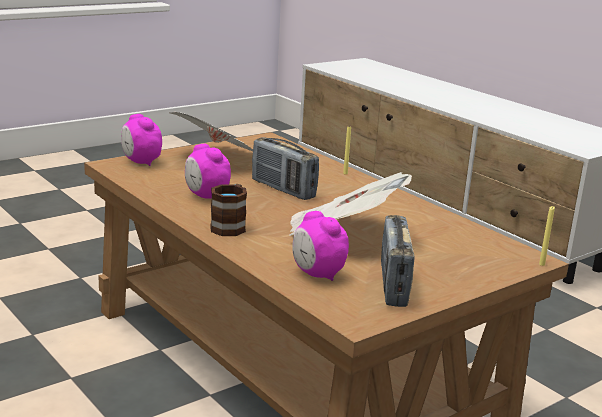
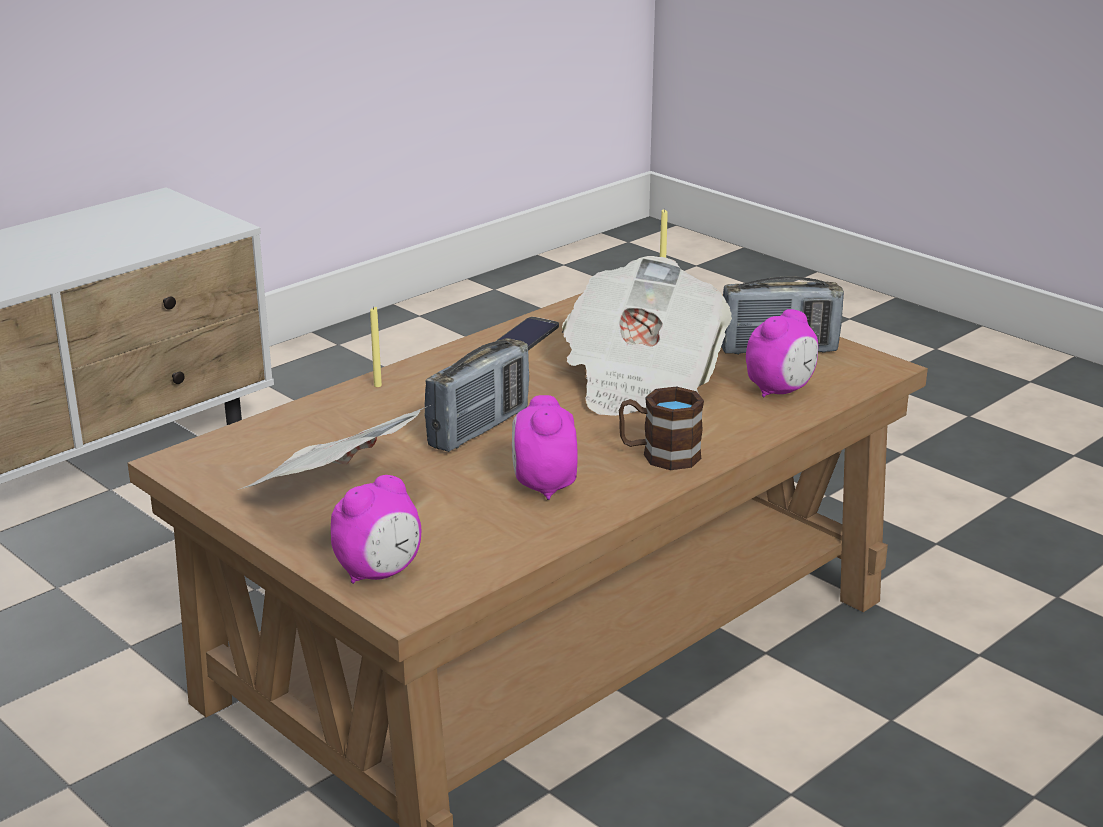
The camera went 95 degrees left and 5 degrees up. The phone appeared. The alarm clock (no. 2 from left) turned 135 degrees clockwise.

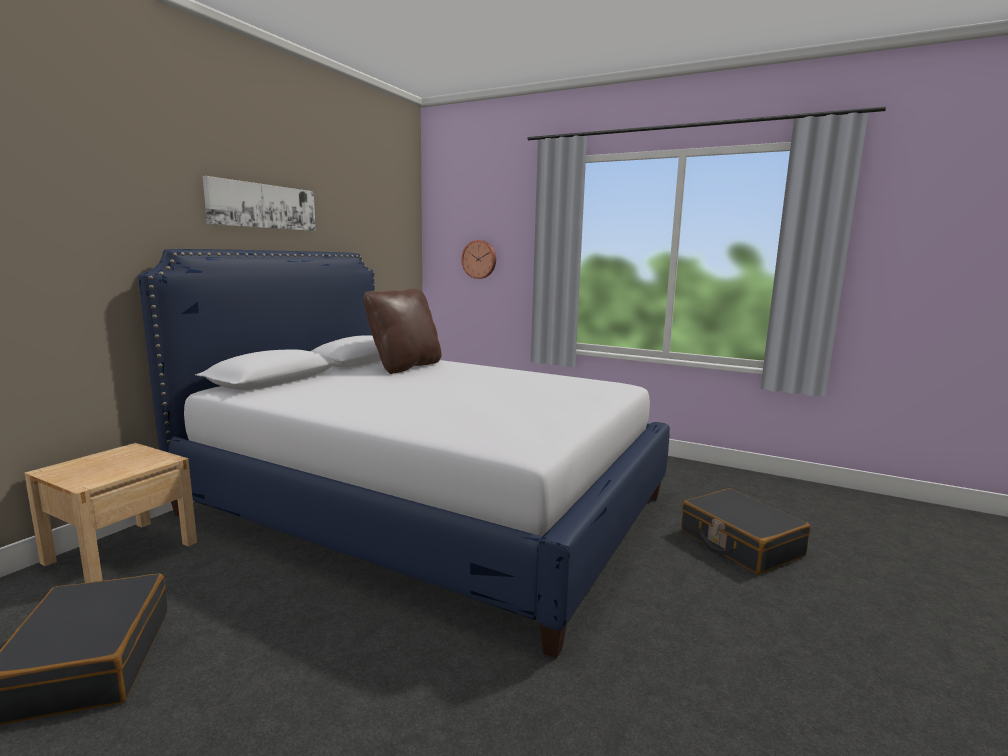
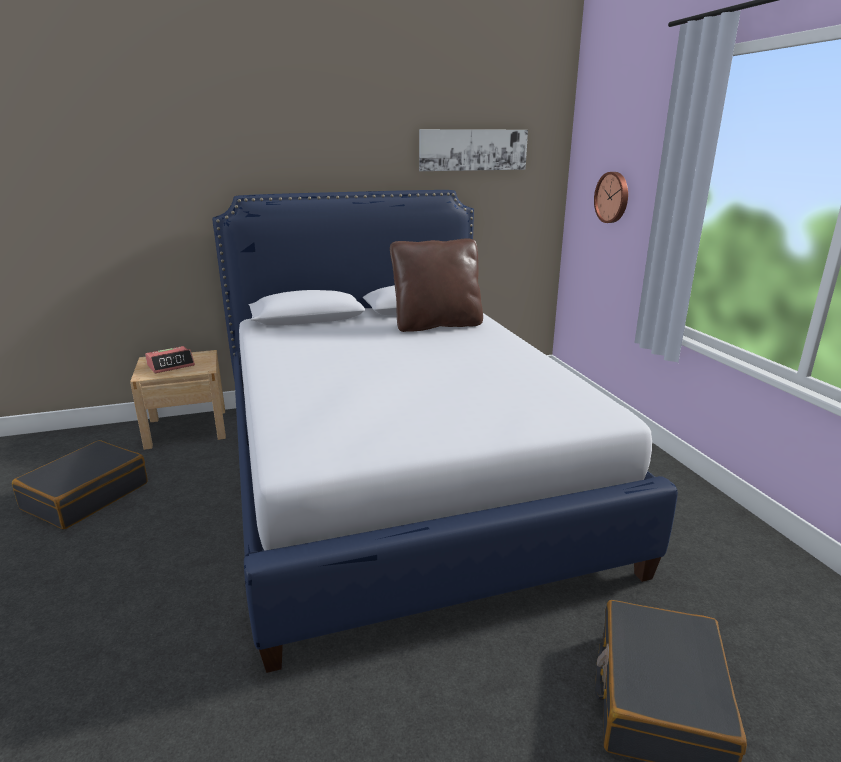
The camera went 45 degrees right and 10 degrees up. The alarm clock appeared. The picture moved.

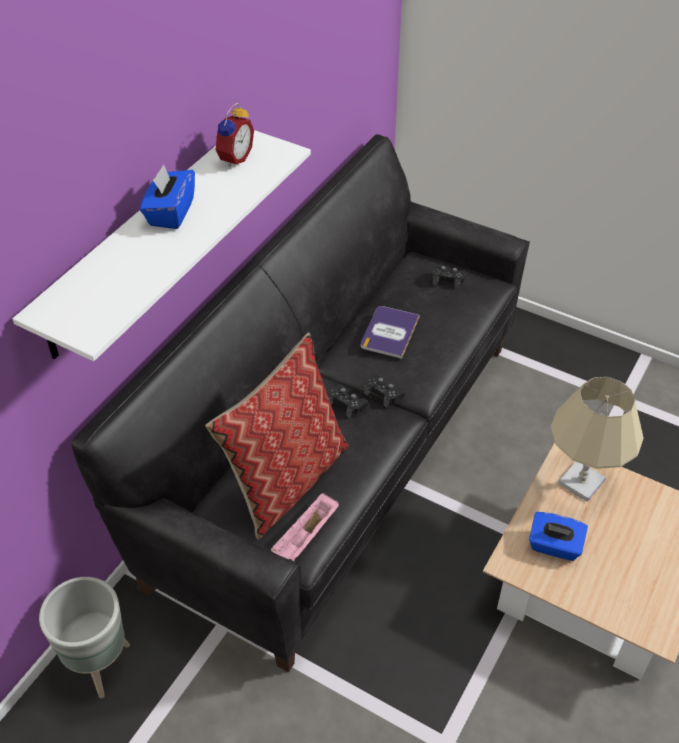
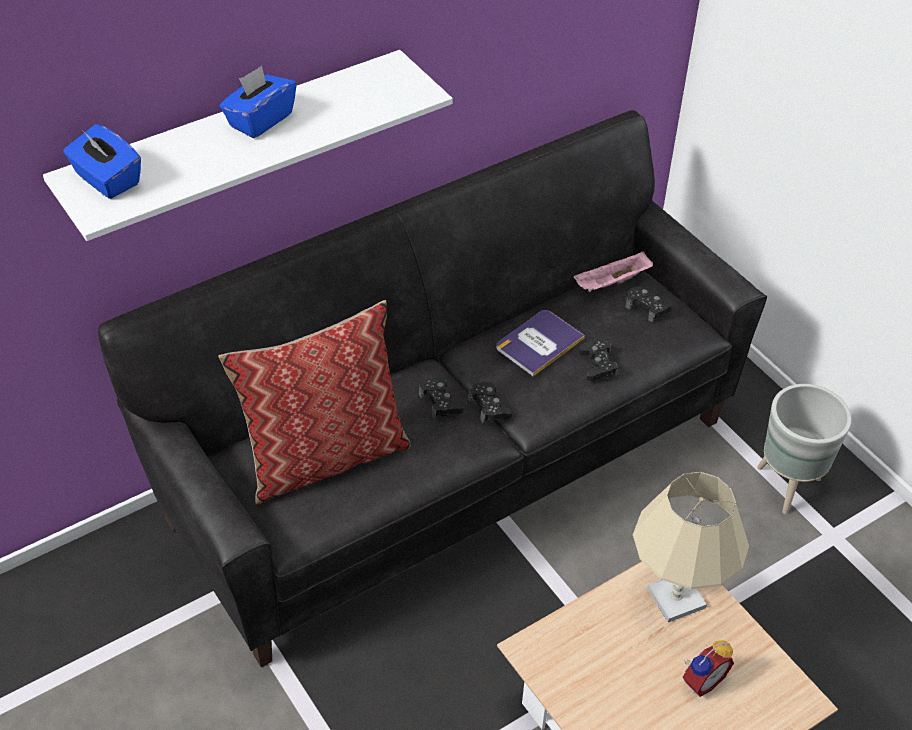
The camera went 25 degrees right and 0 degrees up. The game controller (black) (no. 3 from left) appeared. The planter (grey) moved. The alarm clock moved. The tray (pink) moved. The tissue box (blue) (no. 2 from left in the first image) moved.

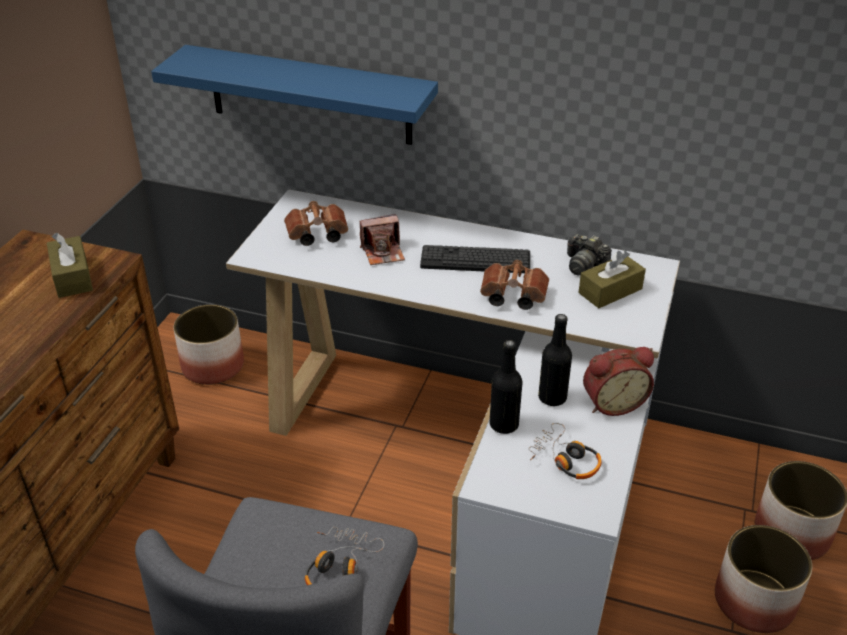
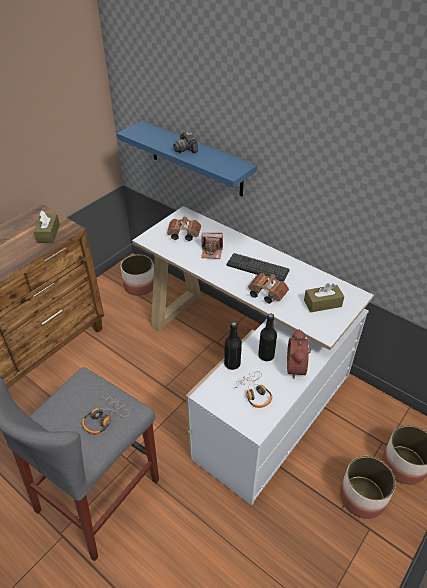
The camera went 20 degrees right and 5 degrees up. The photo camera (no. 2 from left in the first image) moved. The alarm clock turned 90 degrees clockwise.

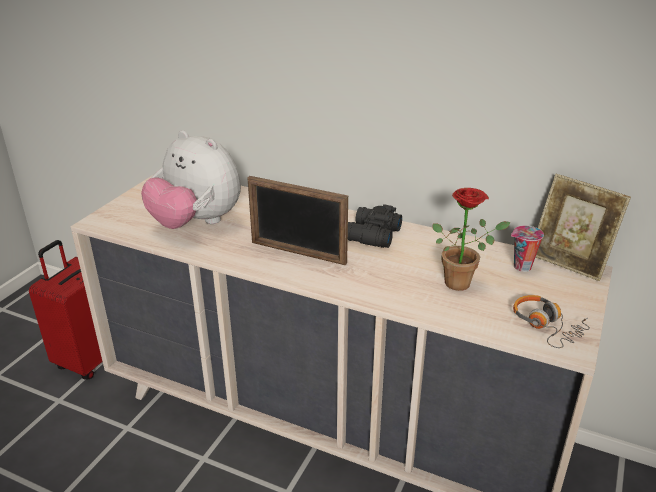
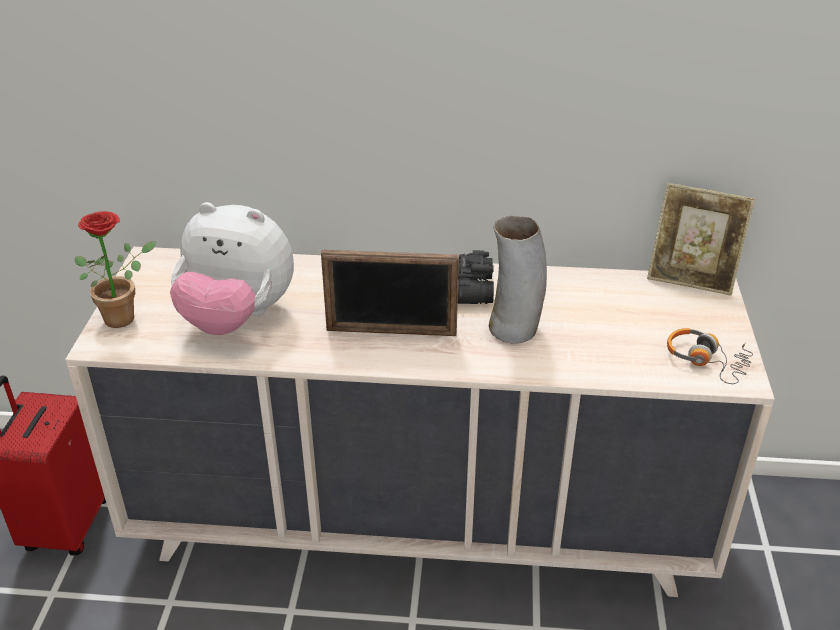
The camera went 20 degrees left and 5 degrees up. The cup disappeared. The vase appeared. The potted plant moved.

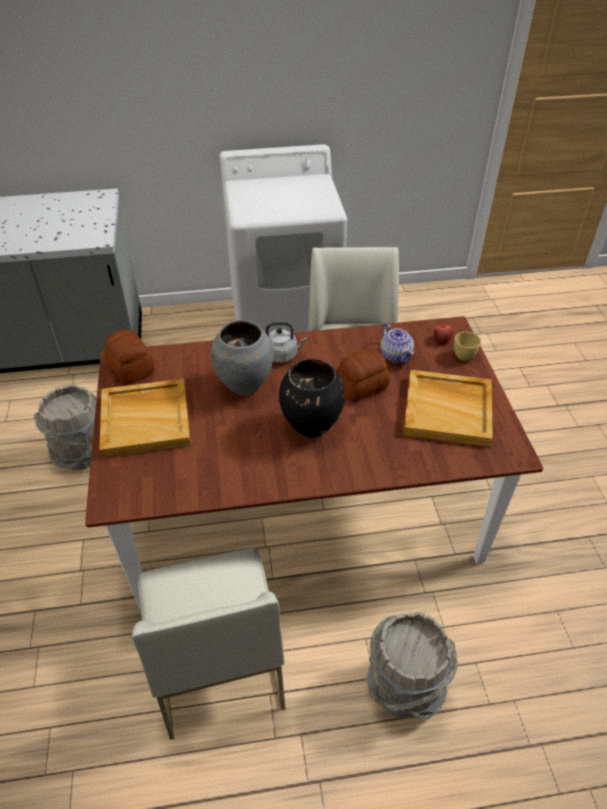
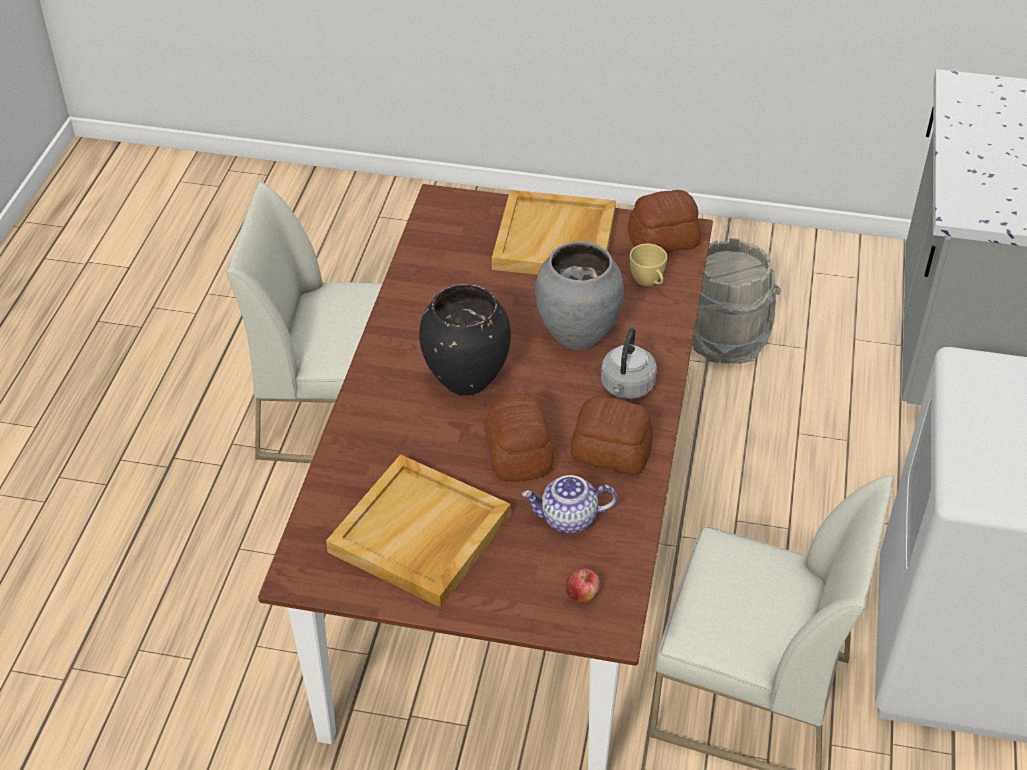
The camera went 110 degrees right and 0 degrees up. The bucket (grey) (no. 2 from left) disappeared. The bread (no. 2 from left) appeared. The cup (yellow) moved.

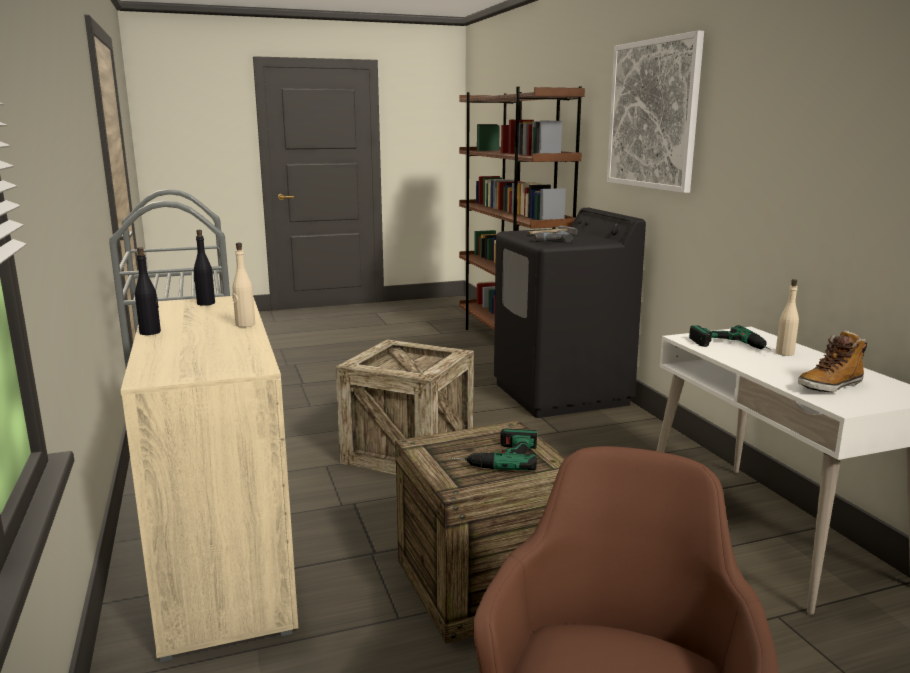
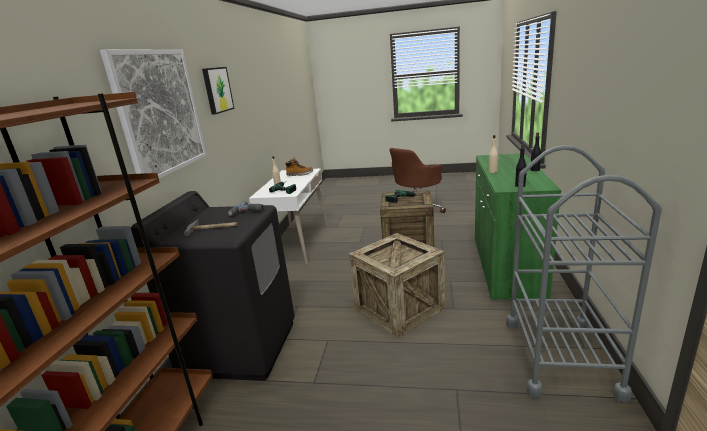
The camera went 150 degrees left and 5 degrees up. The picture (no. 2 from left) appeared. The cabinet (beige) became the cabinet (green).

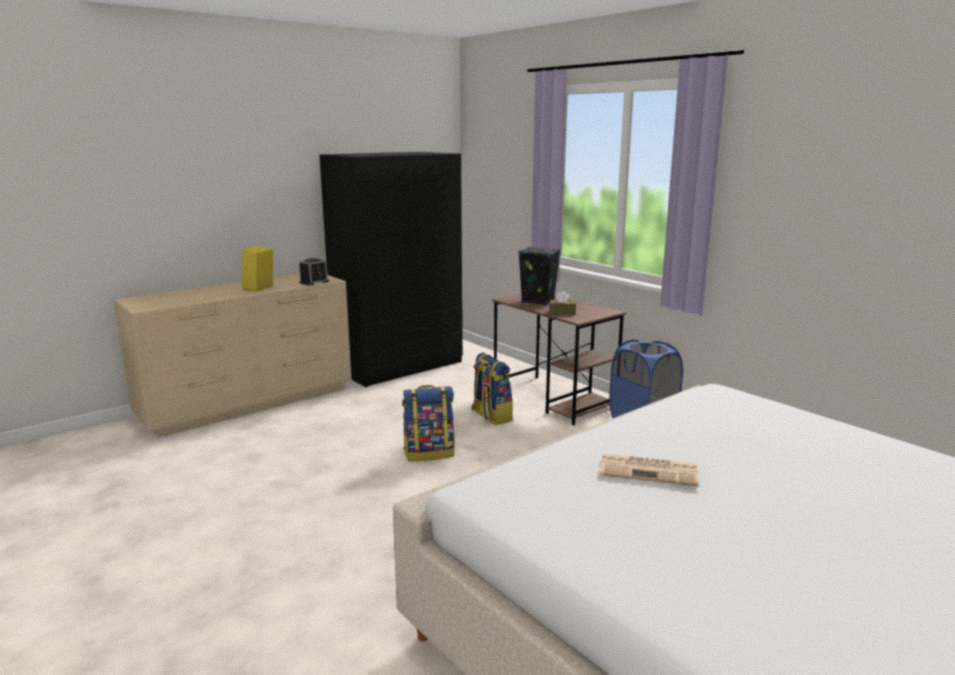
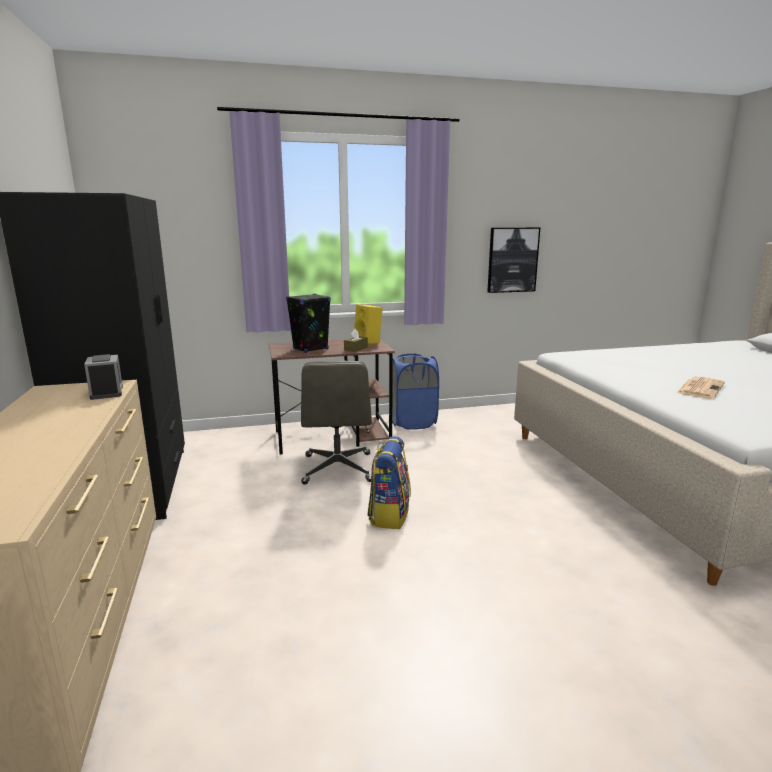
The camera went 65 degrees left and 0 degrees up. The picture appeared. The speaker (yellow) moved. The backpack (no. 2 from left) was replaced by the office chair (grey).

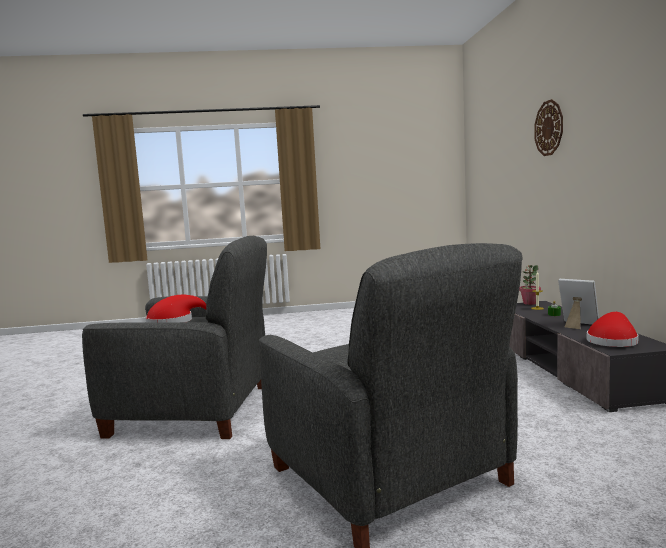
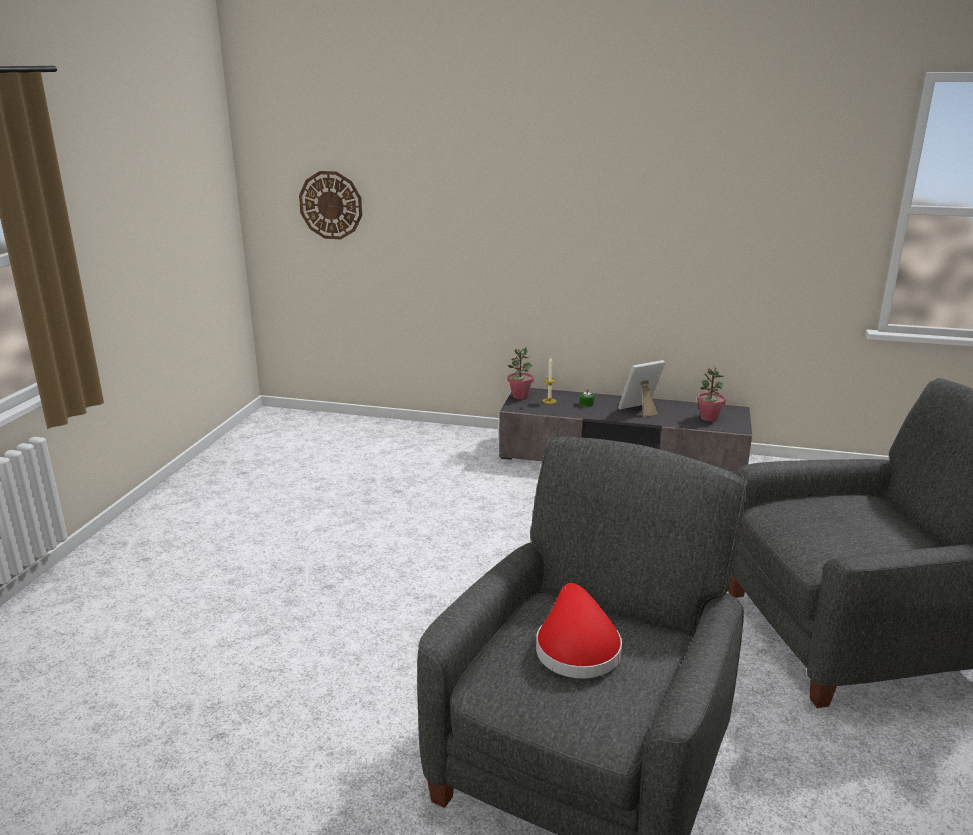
The camera went 70 degrees left and 15 degrees up. The wall clock moved. The hat (red) (no. 2 from left) was replaced by the potted plant (no. 2 from left).

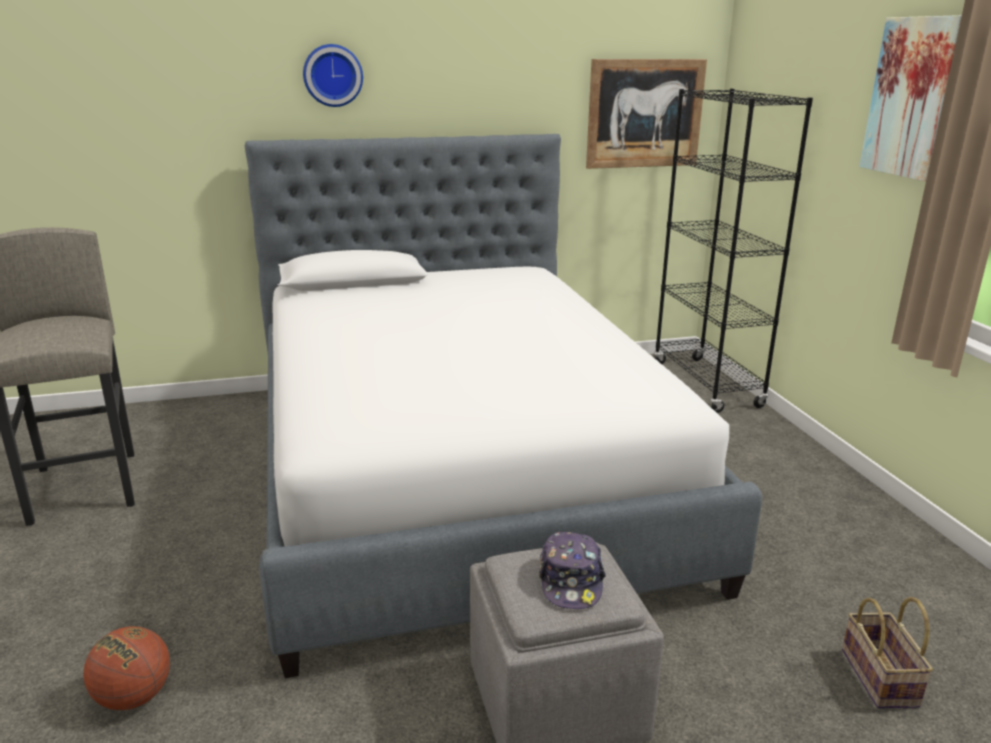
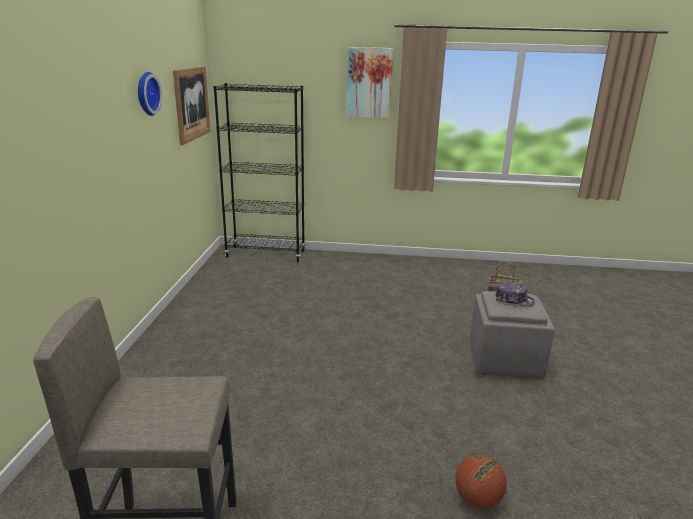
The camera went 70 degrees left and 0 degrees up. The bed disappeared. The wall clock moved.

